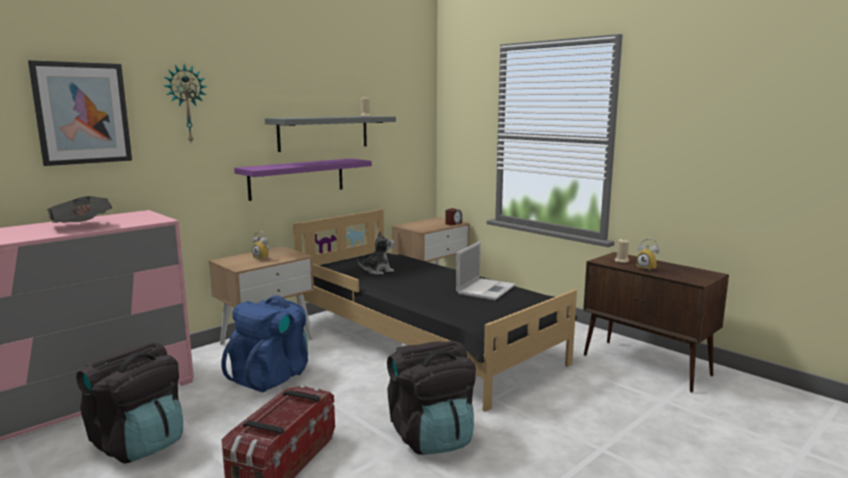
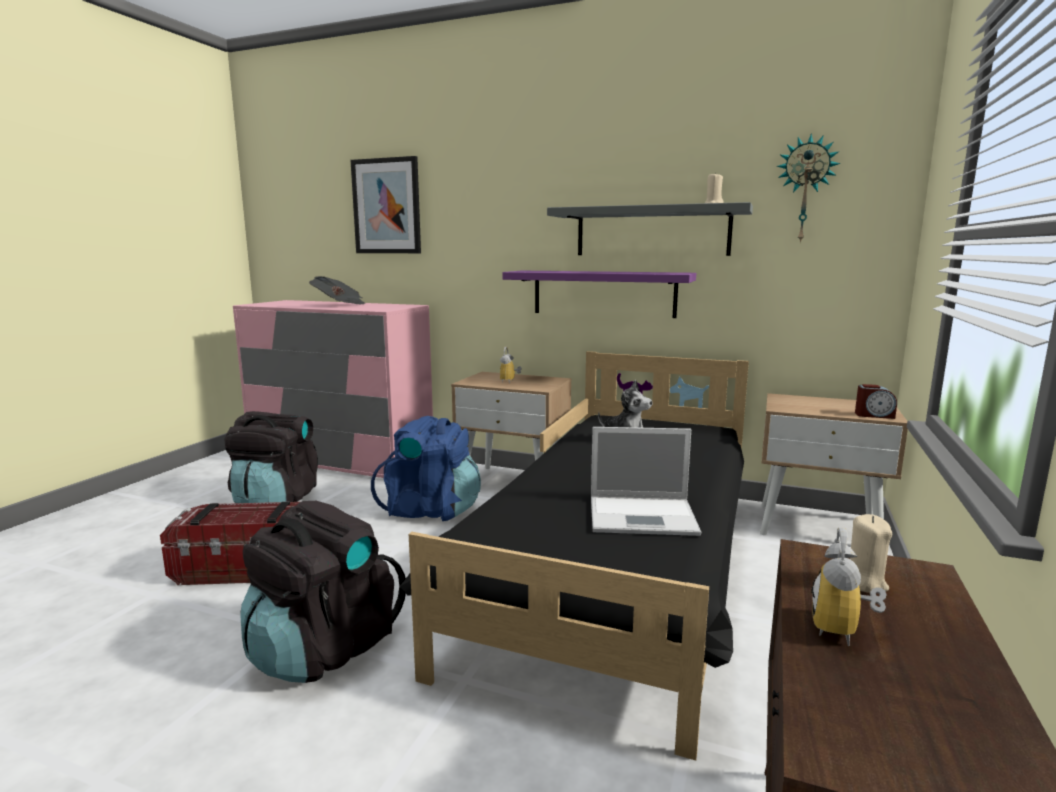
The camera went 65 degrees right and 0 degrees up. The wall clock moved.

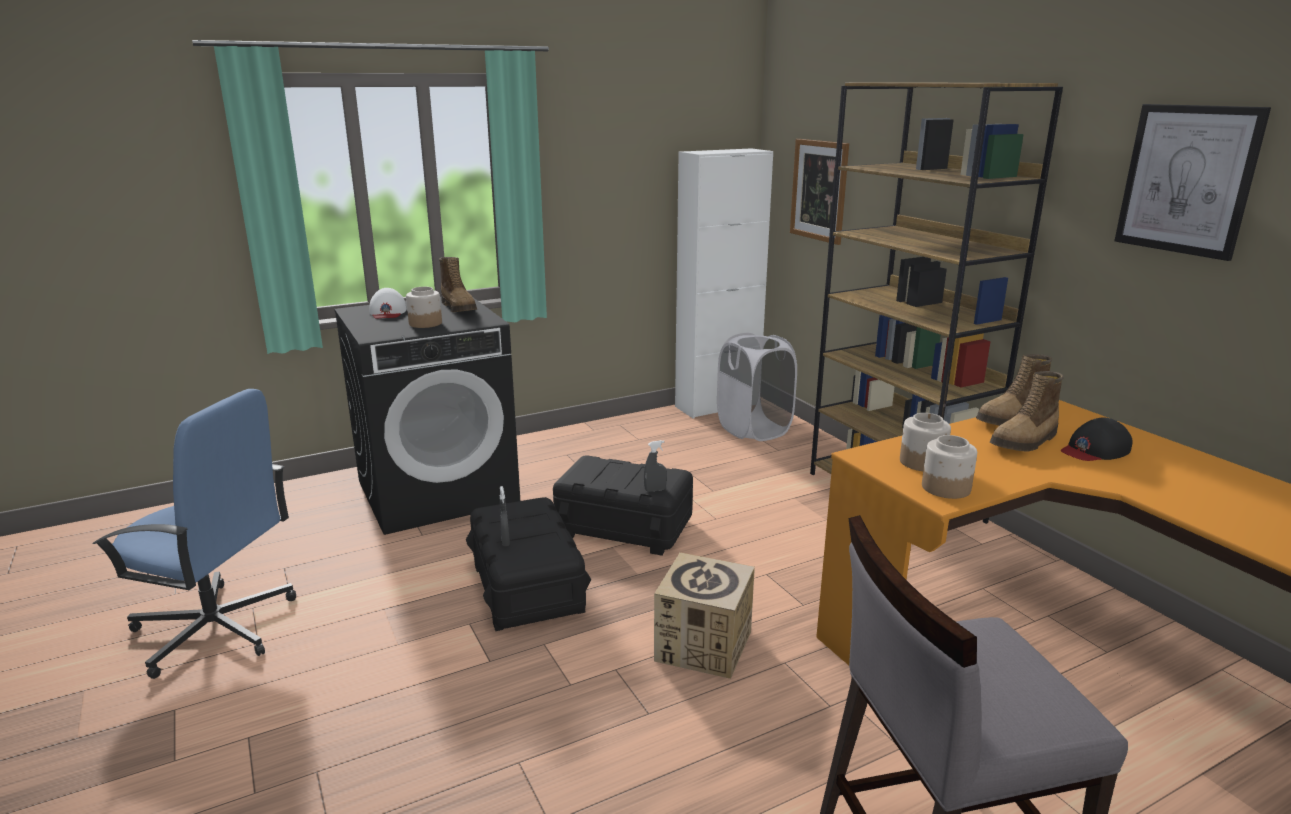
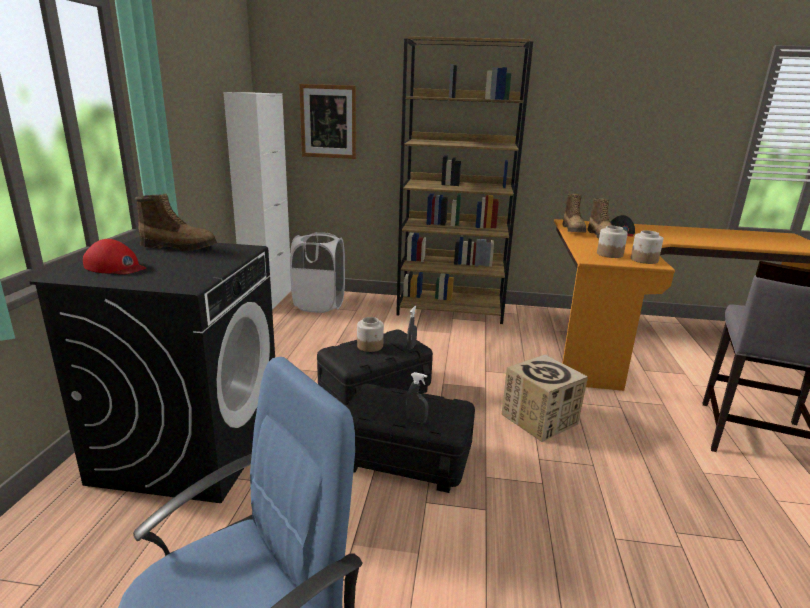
The camera went 55 degrees left and 0 degrees up. The picture (no. 2 from left) disappeared. The jar (no. 1 from left) moved. The cap (white) became the cap (red).

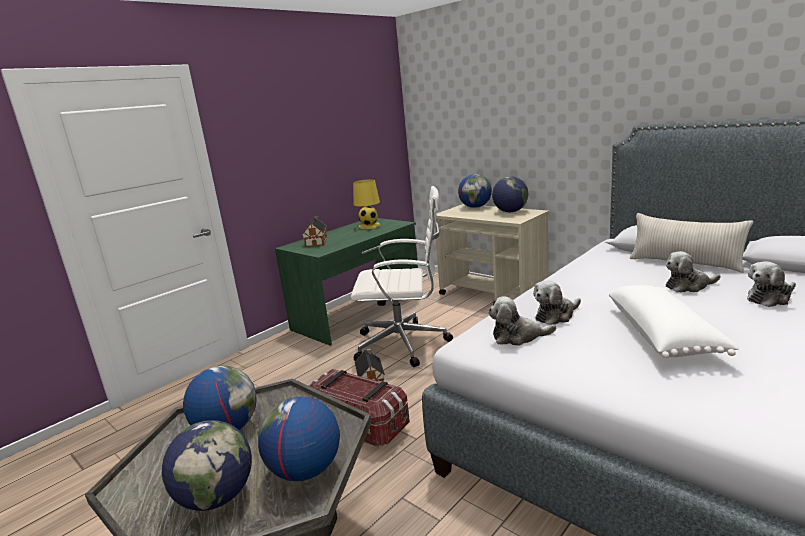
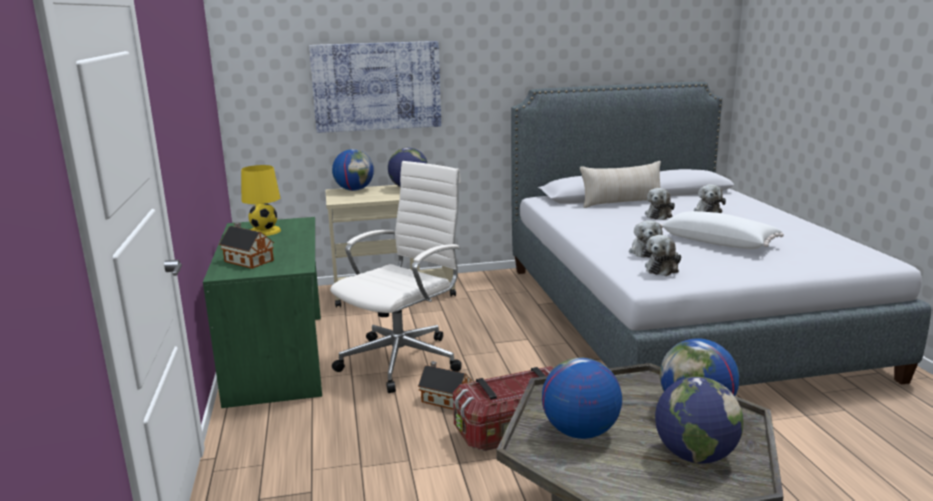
The camera went 55 degrees left and 0 degrees up. The picture appeared.

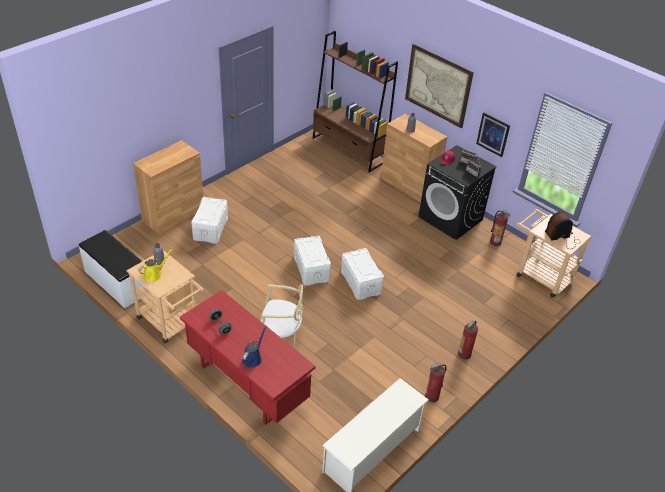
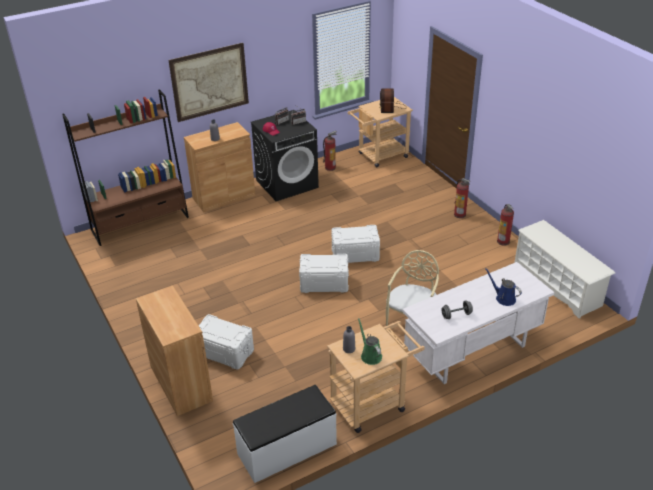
The camera went 70 degrees left and 5 degrees down. The picture (no. 2 from left) disappeared. The watering can (yellow) became the watering can (green). The desk (red) became the desk (white).

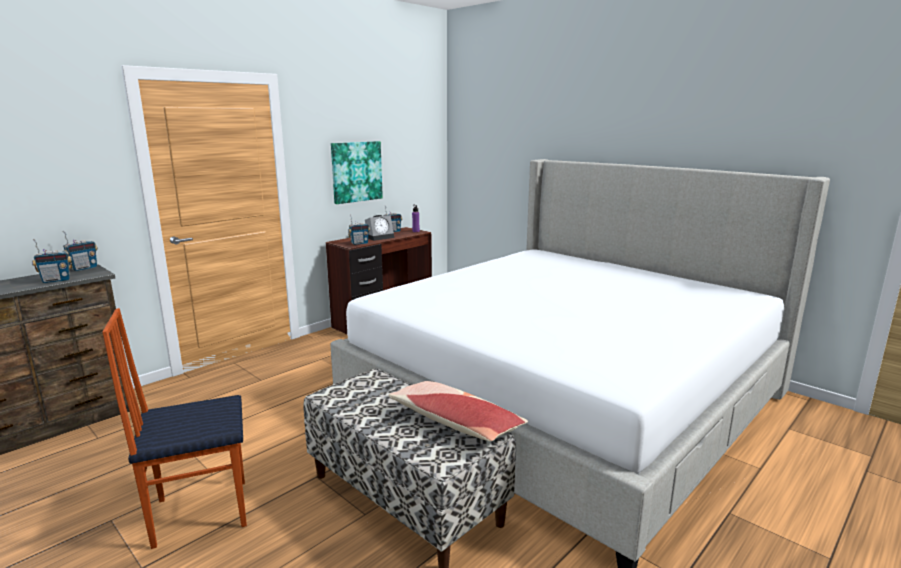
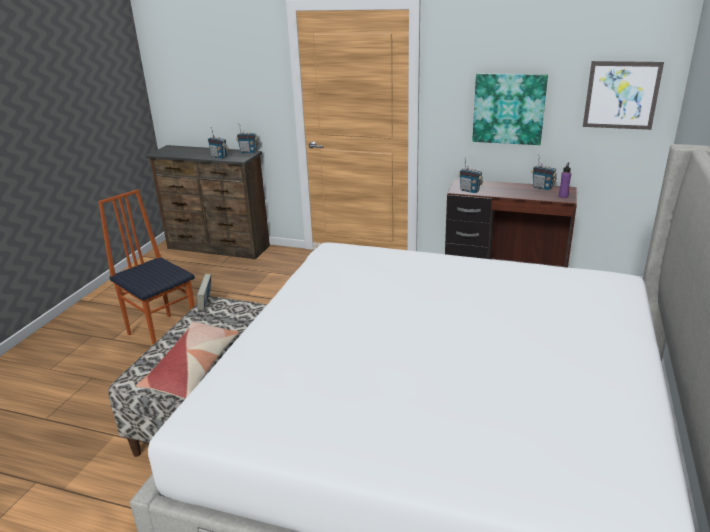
The camera went 65 degrees right and 10 degrees up. The alarm clock disappeared. The book appeared. The picture (no. 2 from left) appeared.

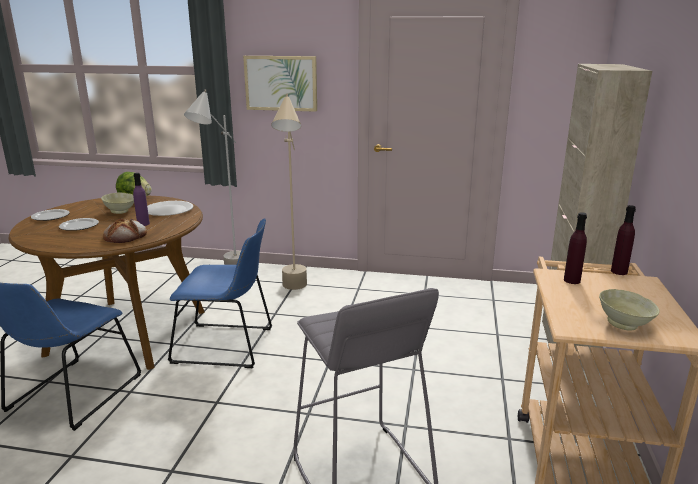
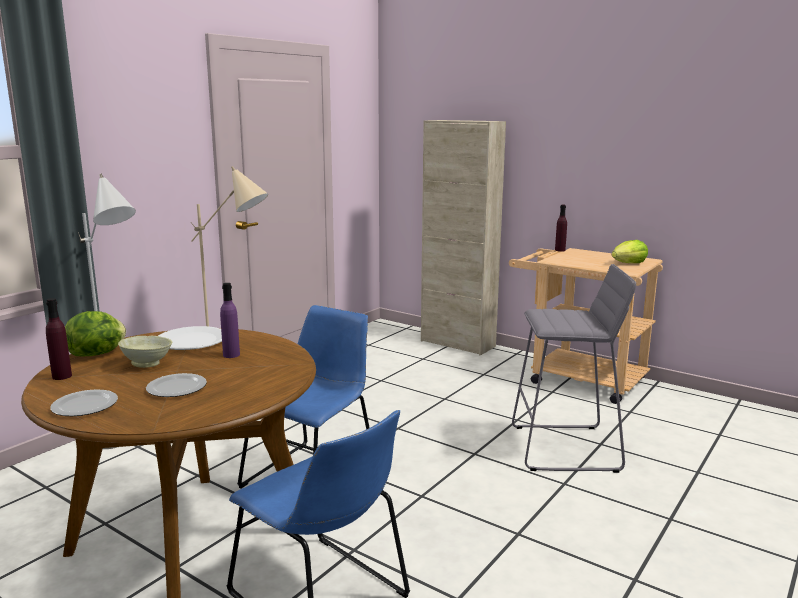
The camera went 65 degrees left and 5 degrees down. The bread disappeared. The picture disappeared. The bottle (purple) (no. 2 from left in the first image) moved. The bowl (beige) (no. 2 from left) was replaced by the lettuce (no. 2 from left).

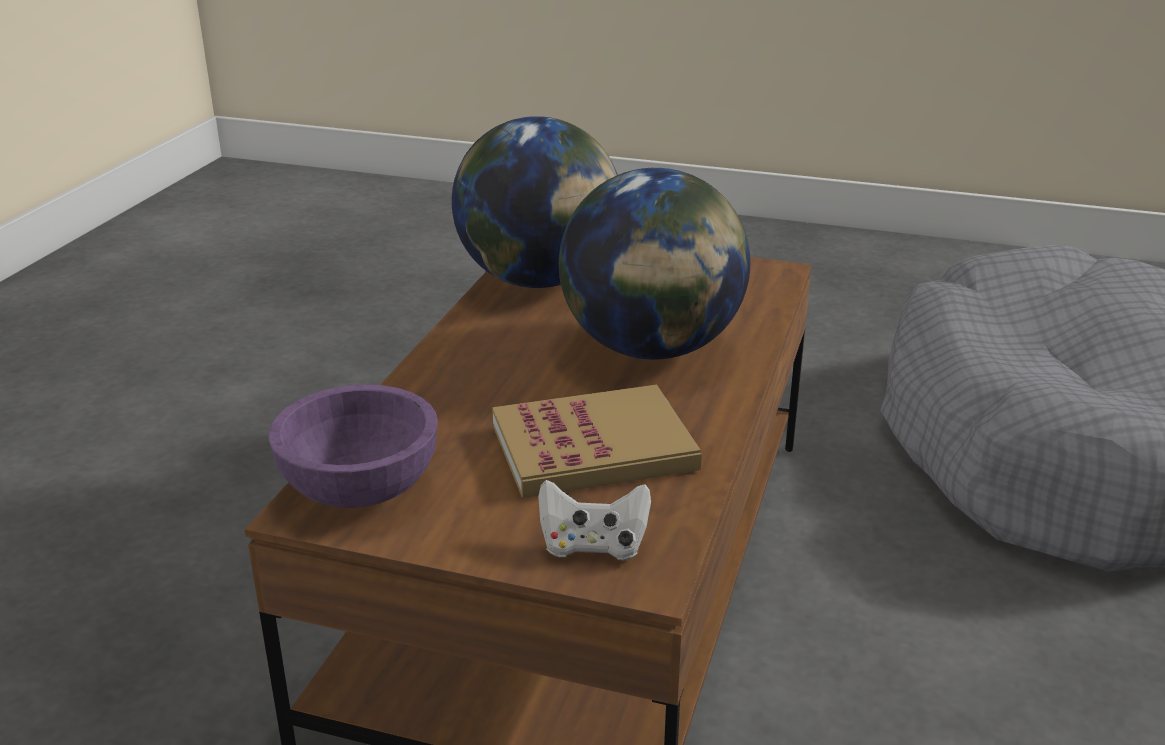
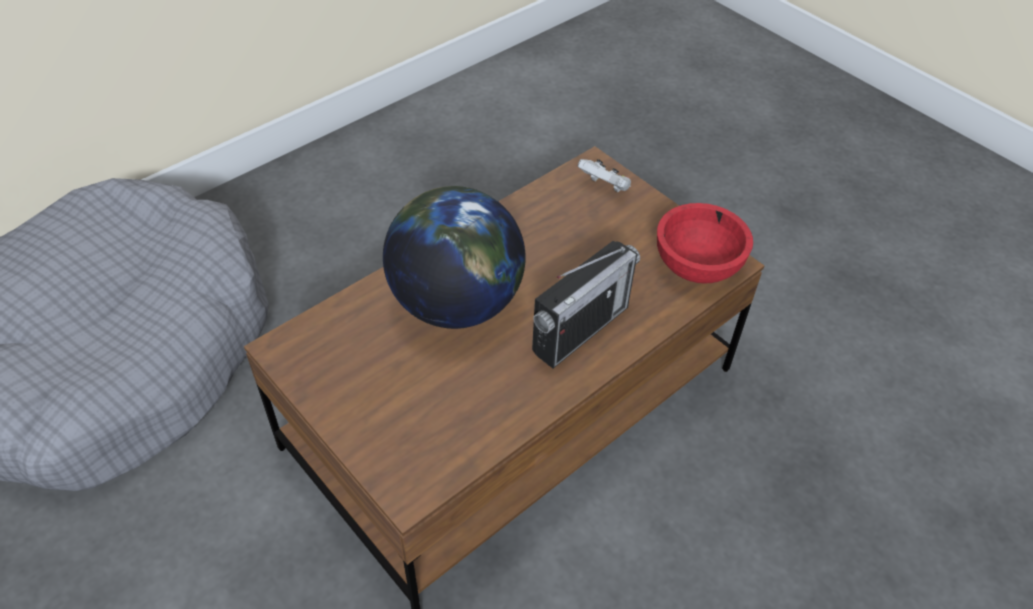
The camera went 150 degrees left and 20 degrees up. The globe (no. 1 from left) disappeared. The book disappeared. The radio appeared. The bowl (purple) became the bowl (red).

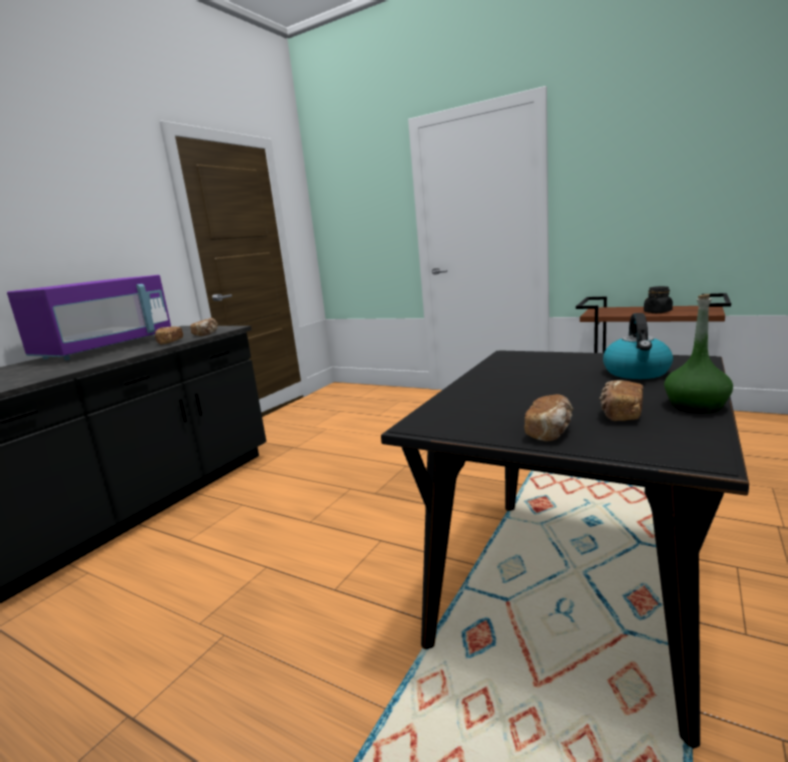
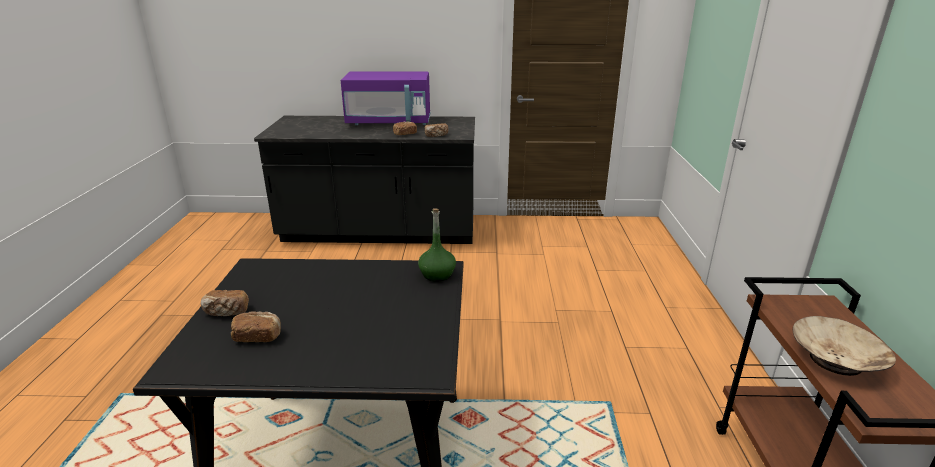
The camera went 60 degrees right and 10 degrees up. The kettle disappeared. The bottle (green) moved. The jar (black) was replaced by the bowl (beige).

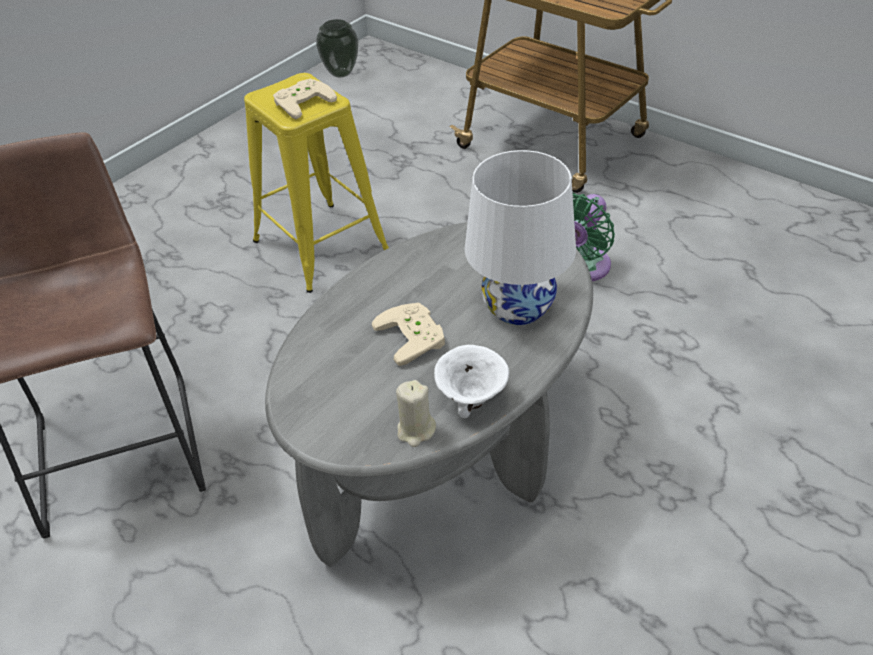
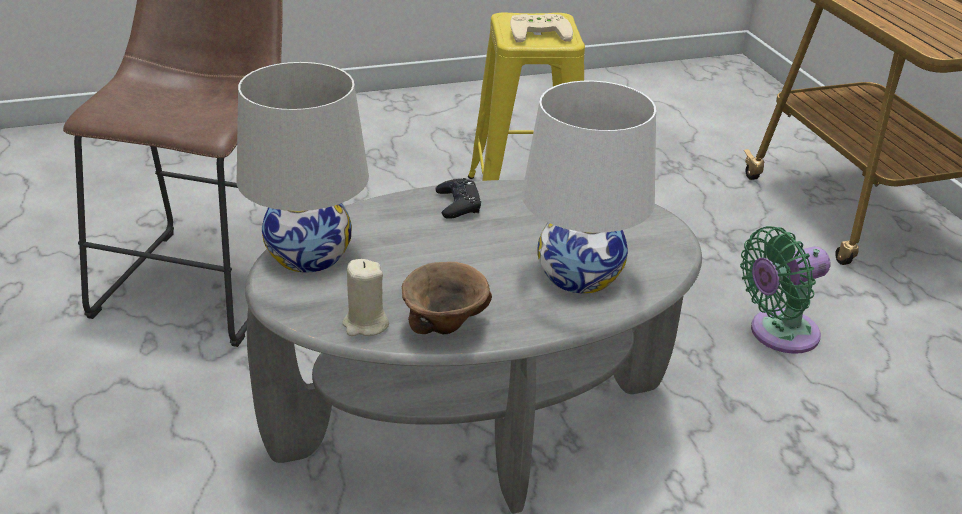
The camera went 30 degrees right and 10 degrees down. The vase disappeared. The game controller (beige) (no. 2 from left) disappeared. The table lamp (white) (no. 1 from left) appeared. The game controller (black) appeared. The bowl (white) became the bowl (brown).

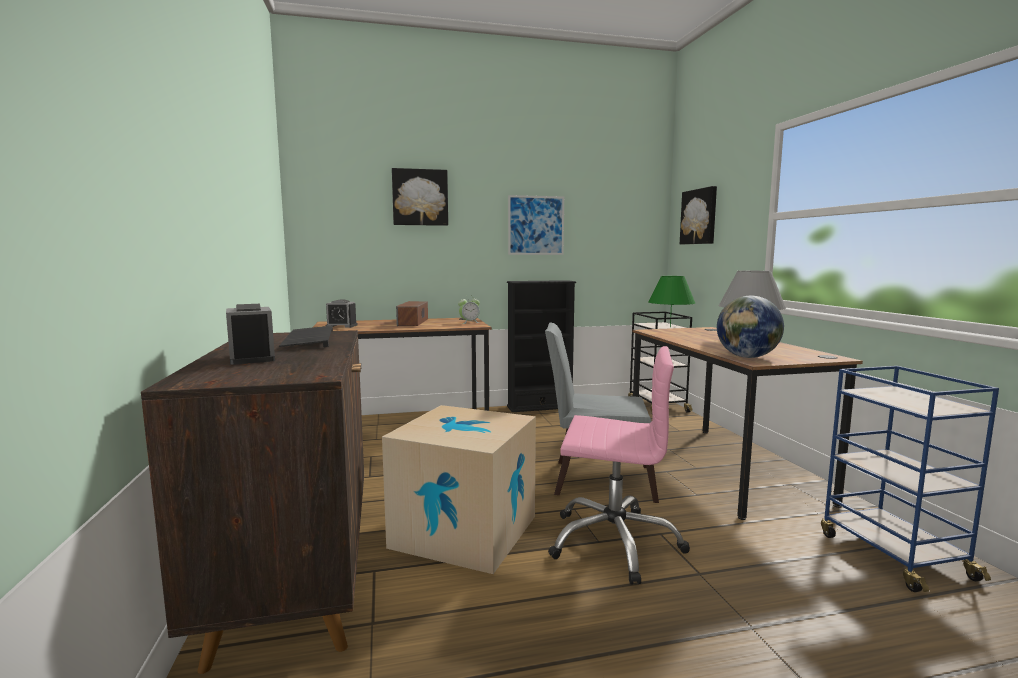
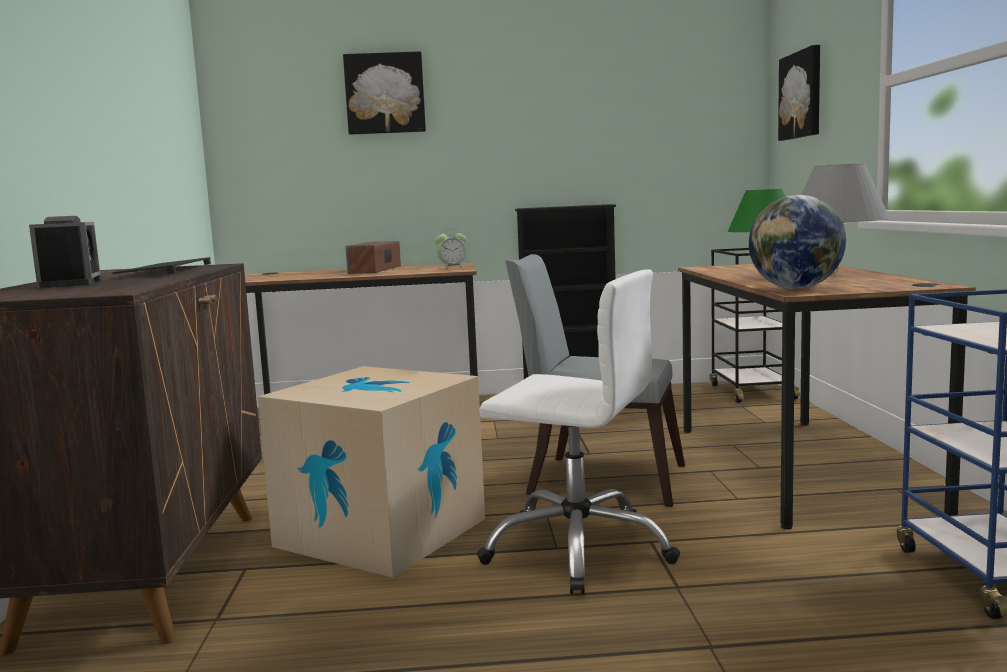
The camera went 10 degrees right and 0 degrees up. The alarm clock (no. 2 from left) disappeared. The picture (no. 2 from left) disappeared. The office chair (pink) became the office chair (white).

